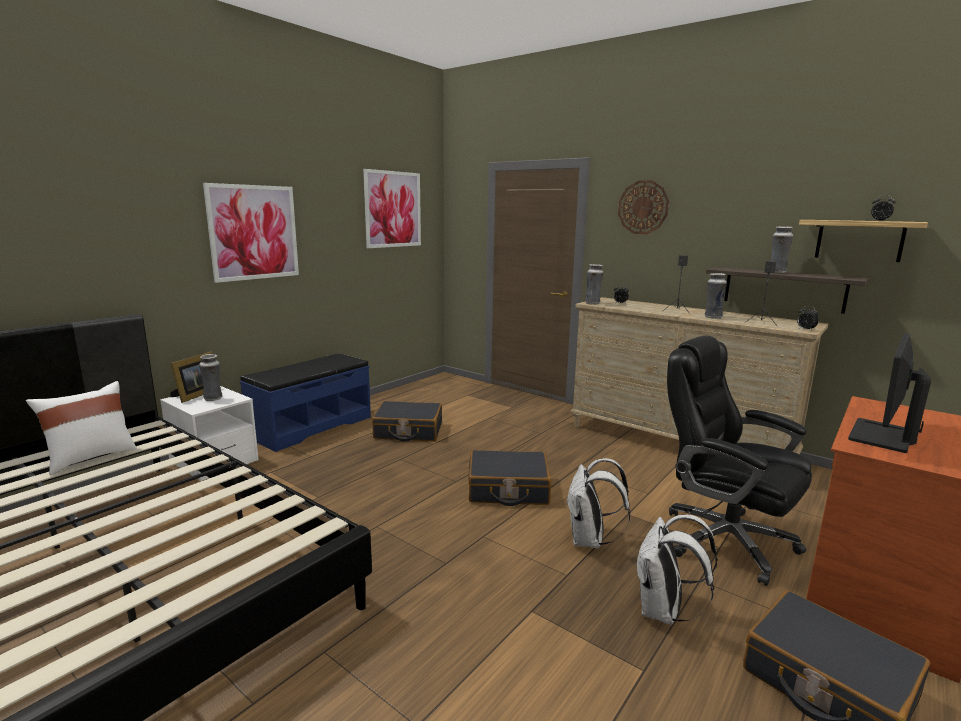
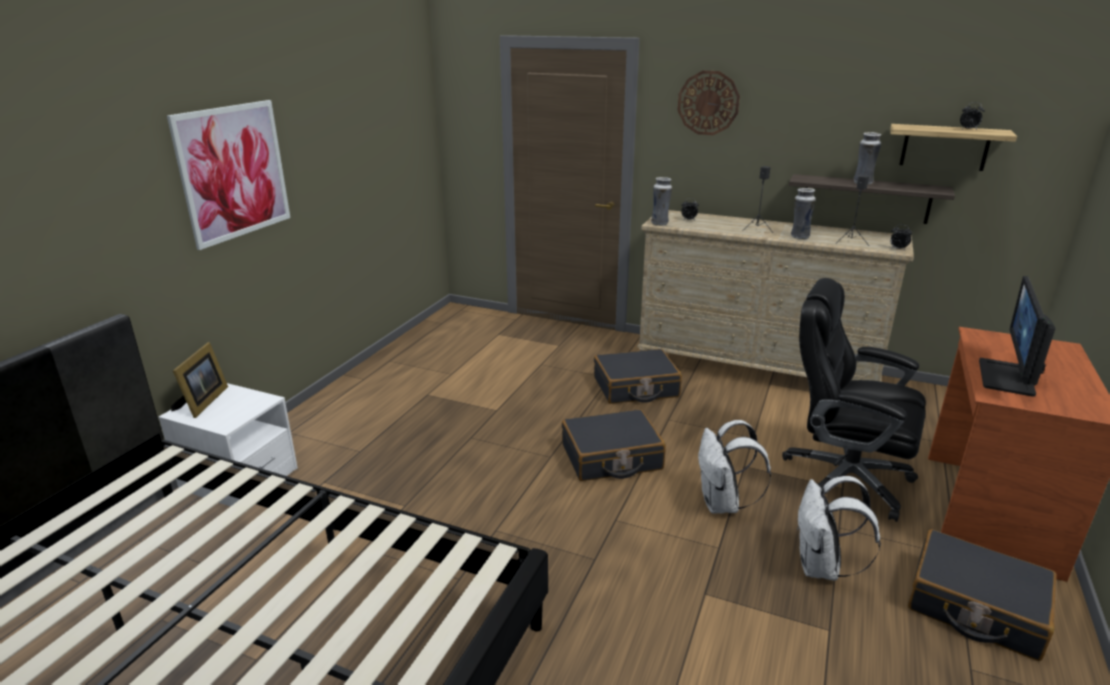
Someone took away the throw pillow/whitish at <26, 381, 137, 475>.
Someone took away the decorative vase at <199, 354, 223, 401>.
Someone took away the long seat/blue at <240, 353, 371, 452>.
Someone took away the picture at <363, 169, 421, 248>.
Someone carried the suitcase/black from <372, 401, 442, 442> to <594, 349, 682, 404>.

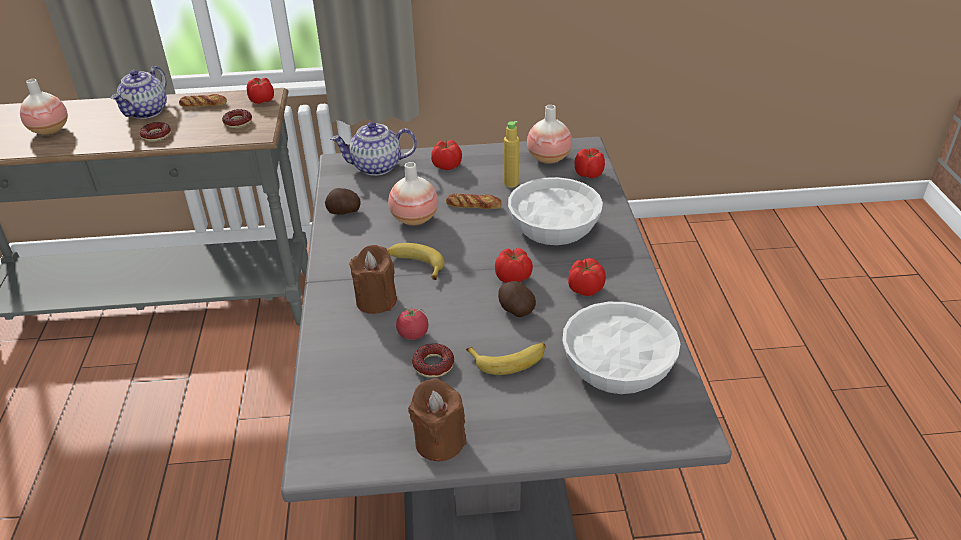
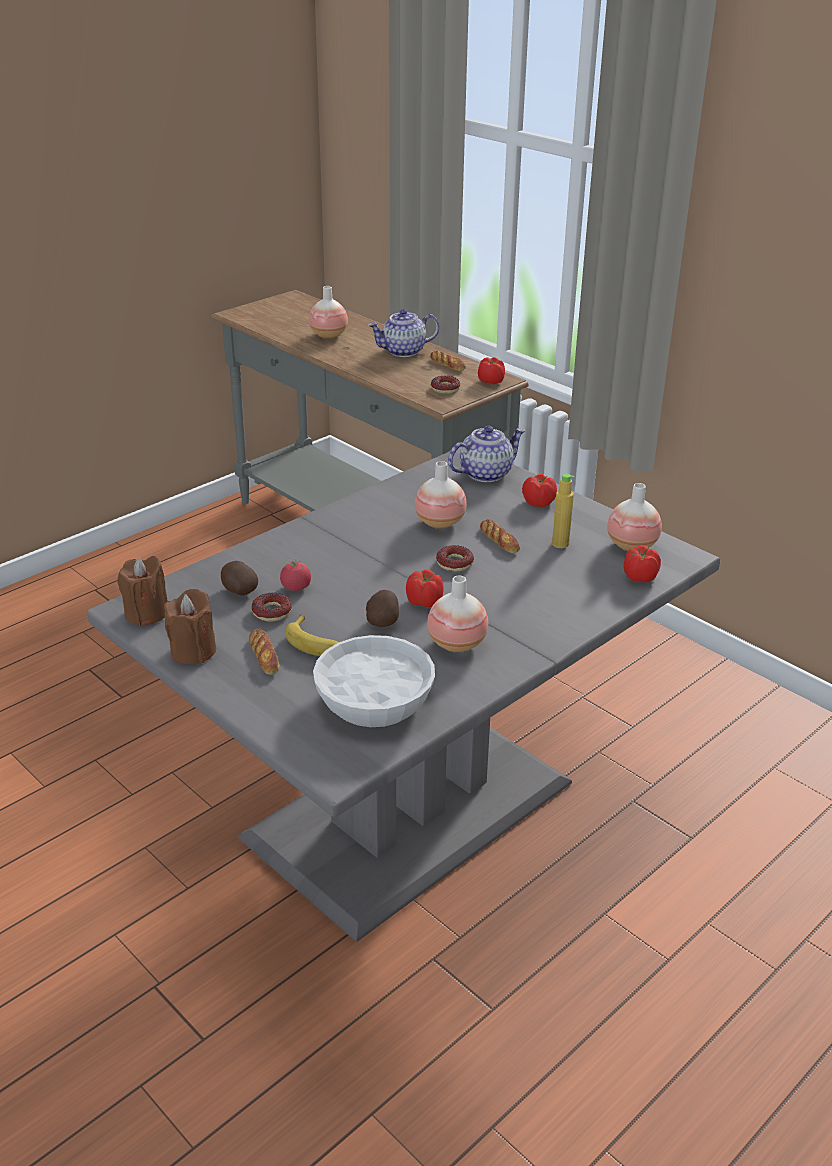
Someone took away the banana at <387, 243, 445, 280>.
Someone took away the deep dish/whitish at <508, 177, 603, 245>.
Someone put down the bread at <249, 629, 280, 675>.
Someone carried the doughnut from <140, 122, 171, 142> to <436, 545, 474, 571>.
Someone carried the whole potato from <325, 188, 361, 215> to <221, 561, 258, 596>.
Someone carried the wax light/brown from <349, 245, 397, 314> to <118, 556, 168, 626>.
Someone swapped the tomato at <568, 258, 606, 296> for the decorative vase at <427, 575, 488, 653>.
Someone rotated the pot for tea at <330, 122, 417, 176> by 105 degrees clockwise.

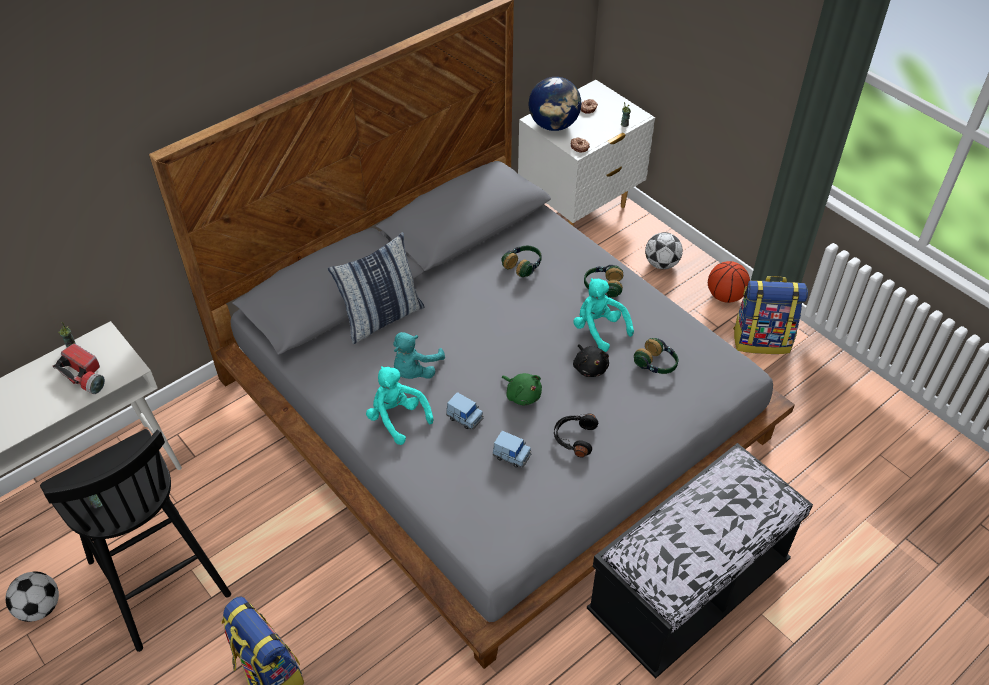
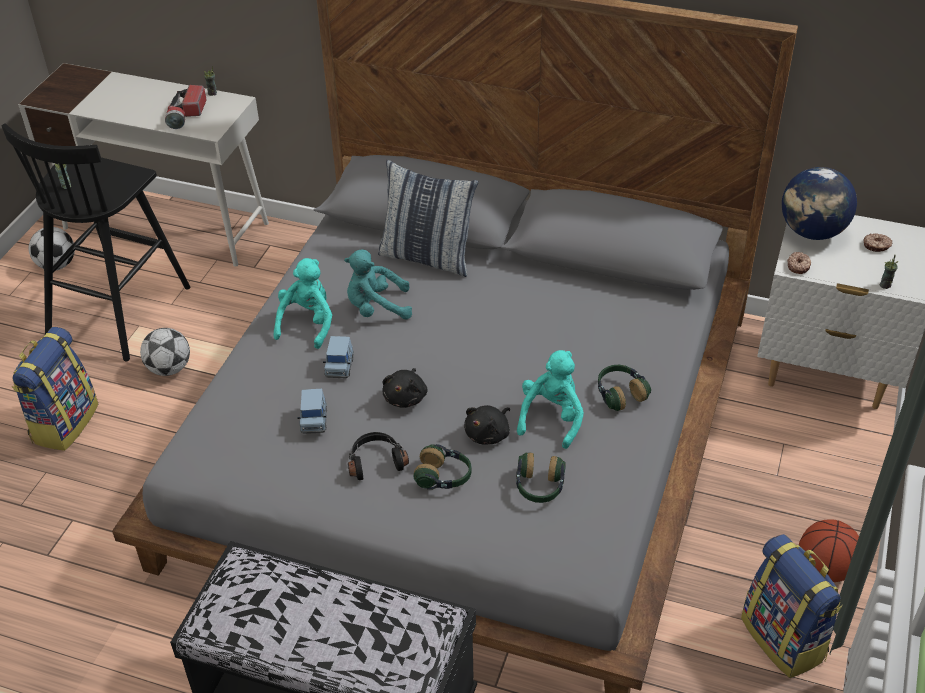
Someone carried the headset from <501, 246, 541, 277> to <413, 444, 472, 490>.
Someone carried the ball for football from <645, 232, 683, 269> to <140, 328, 190, 376>.
Someone repainted the soft toy/green-coloured at <502, 373, 542, 406>, which became the soft toy/black at <382, 368, 428, 408>.

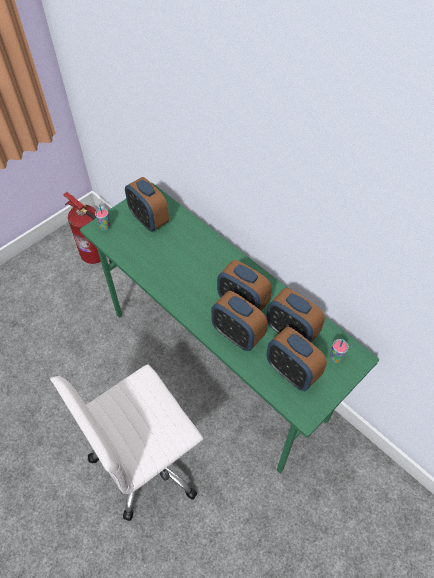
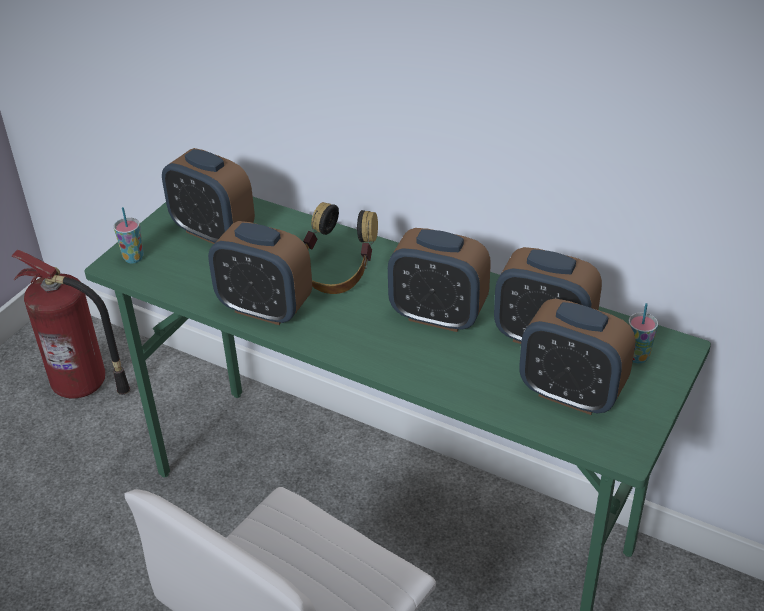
Someone put down the headset at <303, 202, 378, 294>.
Someone carried the alarm clock from <211, 291, 267, 351> to <208, 221, 312, 325>.

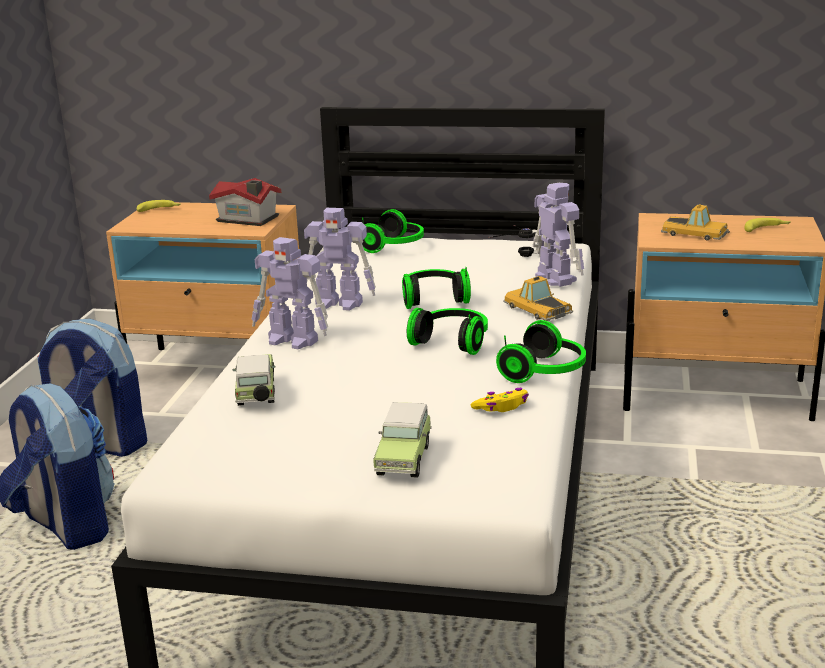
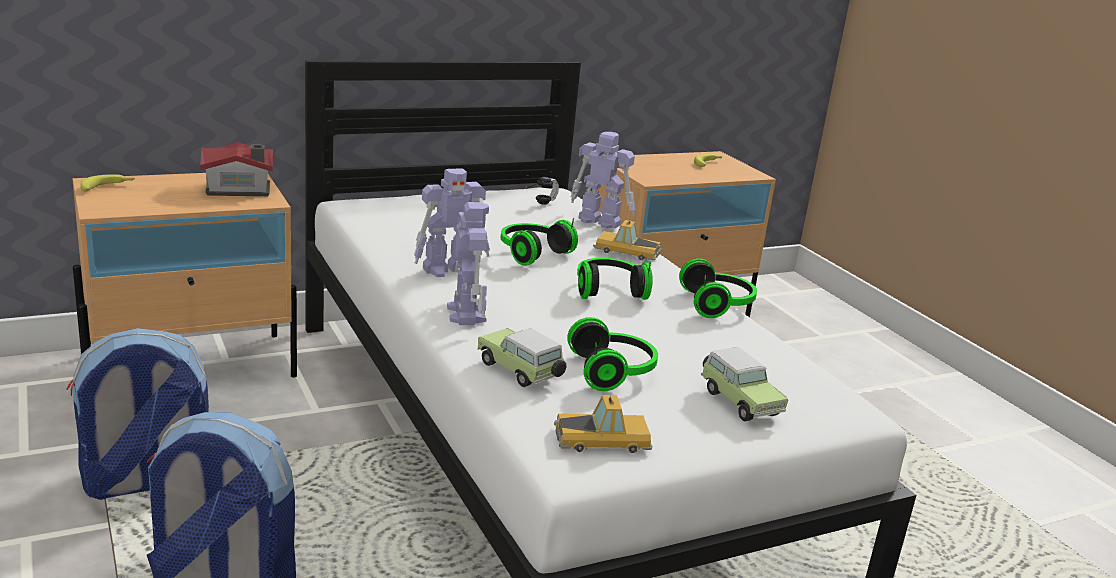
Someone took away the game controller/yellow-coloured at <470, 388, 529, 412>.
Someone carried the headset from <362, 209, 424, 253> to <567, 317, 658, 391>.
Someone carried the model car from <661, 204, 730, 241> to <554, 395, 652, 453>.
Someone rotated the robot figure at <252, 237, 328, 349> by 90 degrees counterclockwise.

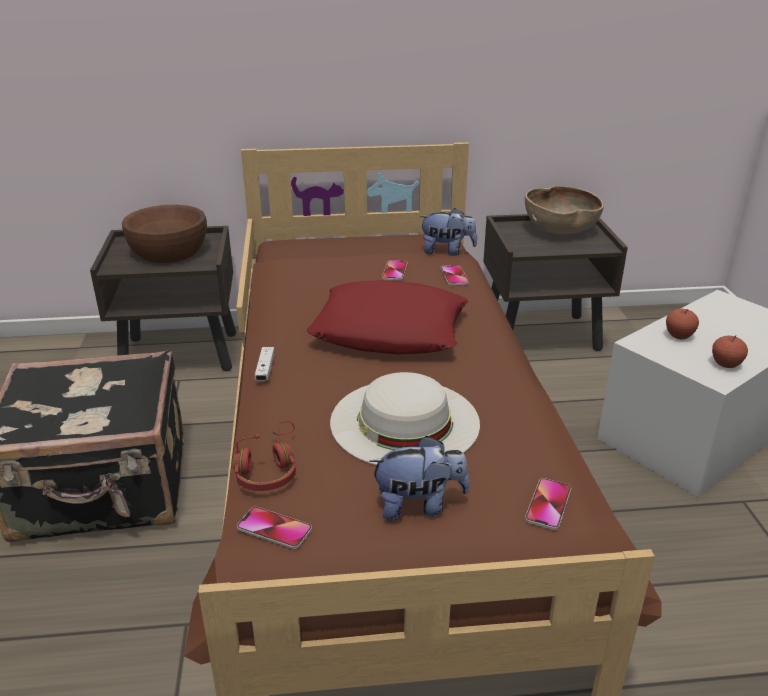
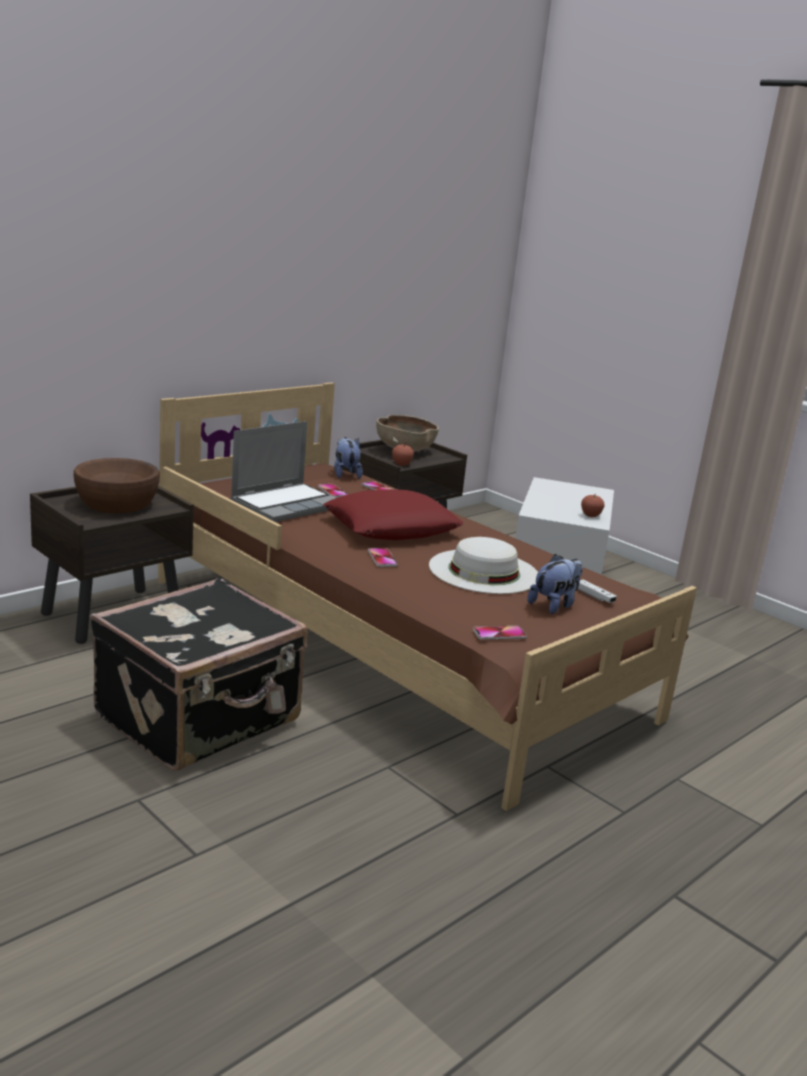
Someone took away the headset/red at <233, 421, 296, 491>.
Someone put down the notebook computer at <231, 421, 336, 522>.
Someone carried the game controller/whitish from <255, 347, 274, 381> to <578, 579, 617, 603>.
Someone carried the handset from <525, 478, 571, 530> to <368, 548, 398, 567>.
Someone carried the apple from <666, 309, 699, 340> to <392, 444, 414, 466>.
Someone rotated the soft toy at <419, 208, 477, 256> by 75 degrees counterclockwise.

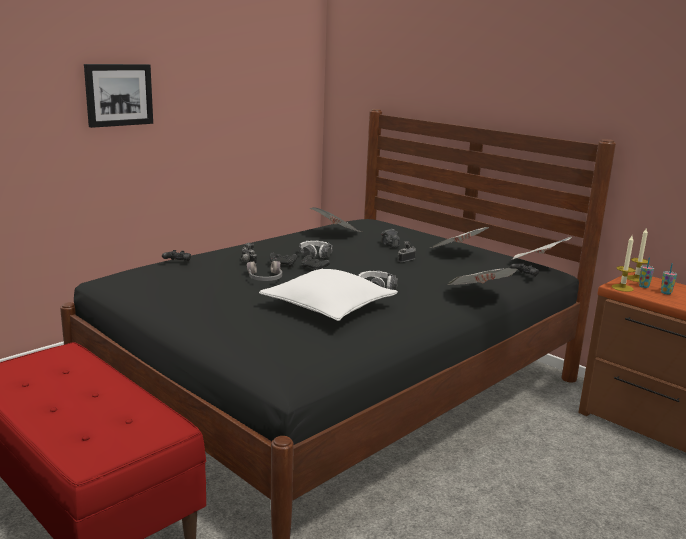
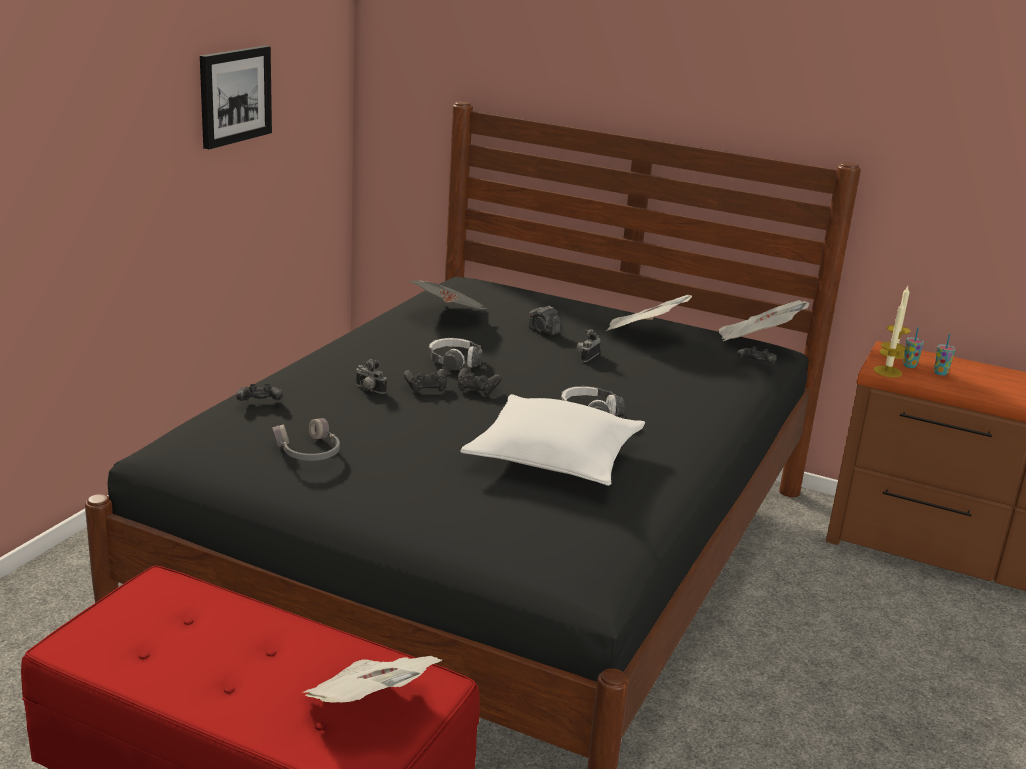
Someone carried the picture from <84, 64, 153, 128> to <200, 45, 272, 149>.
Someone carried the headset/grey from <247, 261, 282, 281> to <272, 418, 340, 461>.
Someone carried the newspaper from <447, 268, 518, 285> to <303, 656, 442, 703>.

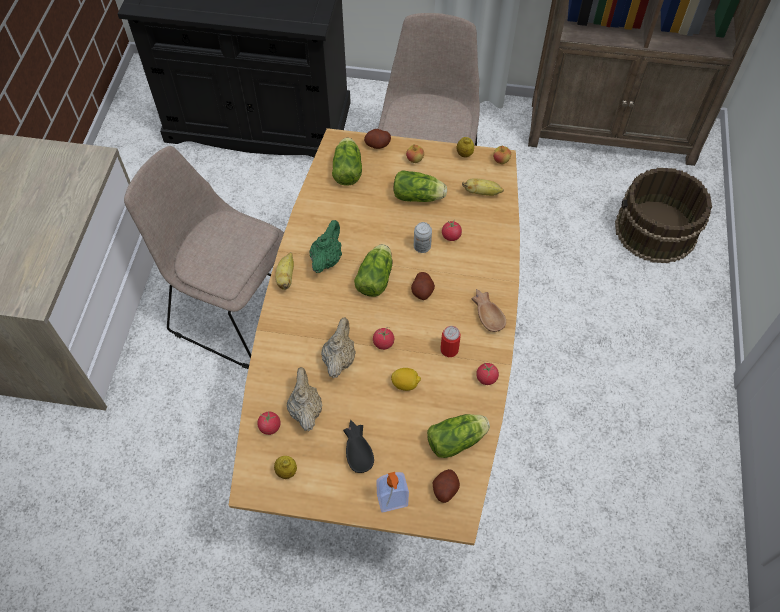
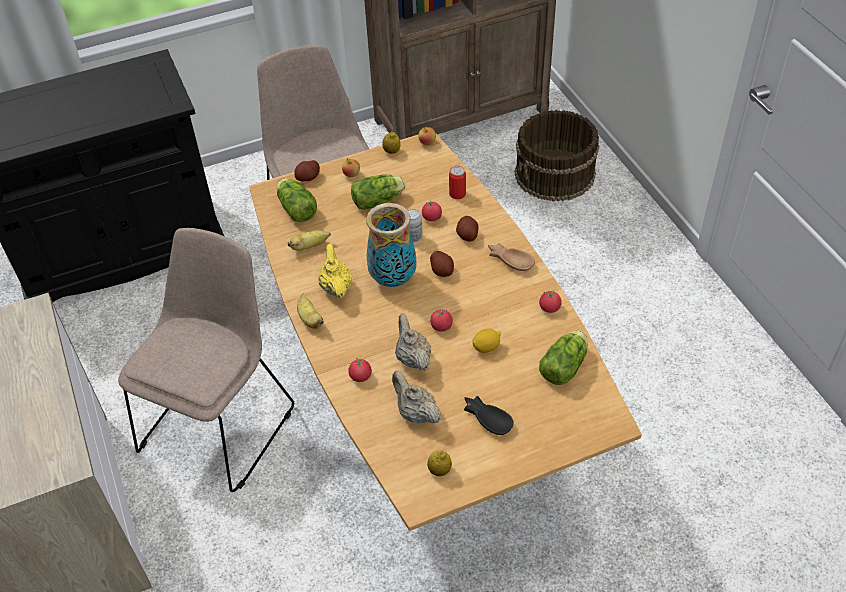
Someone took away the soap bottle at <376, 472, 409, 513>.
Someone carried the tomato from <257, 412, 281, 435> to <348, 358, 372, 382>.
Someone carried the whole potato from <433, 469, 460, 503> to <456, 216, 479, 242>.
Someone carried the can from <441, 326, 461, 357> to <449, 166, 466, 199>.
Someone carried the banana from <462, 178, 504, 196> to <288, 230, 331, 251>.
Someone swapped the lettuce head at <354, 244, 392, 297> for the decorative vase at <366, 203, 416, 287>.
Someone repainted the pot for tea/green-coloured at <310, 220, 342, 273>, which became the pot for tea/yellow-coloured at <318, 244, 352, 298>.
Someone rotated the plain chair/sand-coloured at <124, 146, 284, 369> by 120 degrees clockwise.

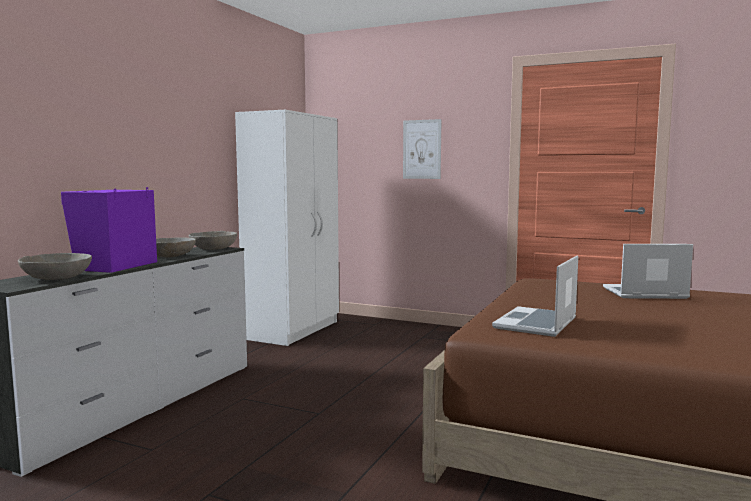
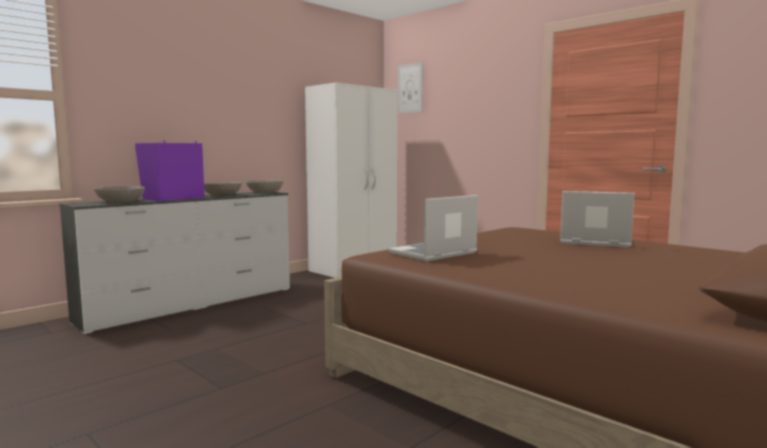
Someone carried the picture from <403, 119, 442, 179> to <398, 62, 423, 114>.

